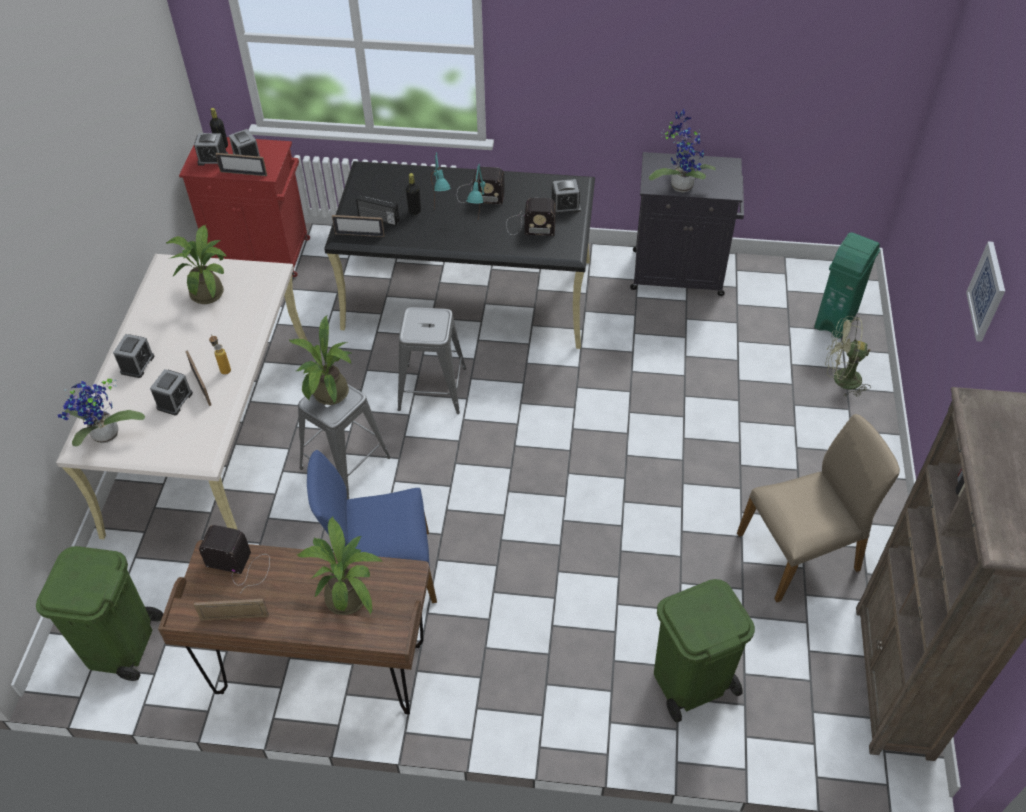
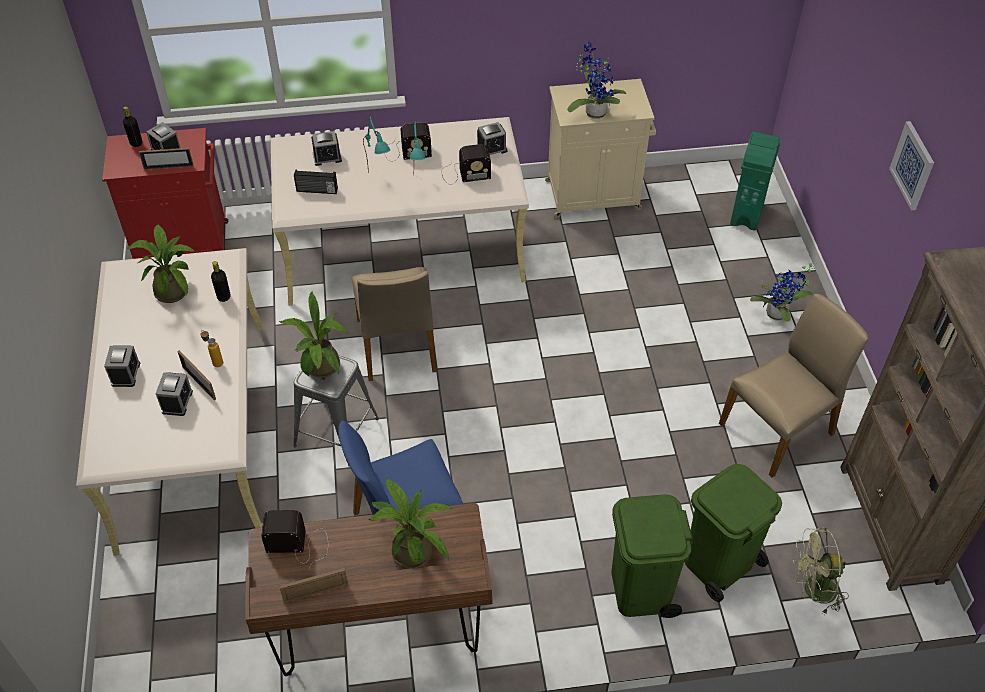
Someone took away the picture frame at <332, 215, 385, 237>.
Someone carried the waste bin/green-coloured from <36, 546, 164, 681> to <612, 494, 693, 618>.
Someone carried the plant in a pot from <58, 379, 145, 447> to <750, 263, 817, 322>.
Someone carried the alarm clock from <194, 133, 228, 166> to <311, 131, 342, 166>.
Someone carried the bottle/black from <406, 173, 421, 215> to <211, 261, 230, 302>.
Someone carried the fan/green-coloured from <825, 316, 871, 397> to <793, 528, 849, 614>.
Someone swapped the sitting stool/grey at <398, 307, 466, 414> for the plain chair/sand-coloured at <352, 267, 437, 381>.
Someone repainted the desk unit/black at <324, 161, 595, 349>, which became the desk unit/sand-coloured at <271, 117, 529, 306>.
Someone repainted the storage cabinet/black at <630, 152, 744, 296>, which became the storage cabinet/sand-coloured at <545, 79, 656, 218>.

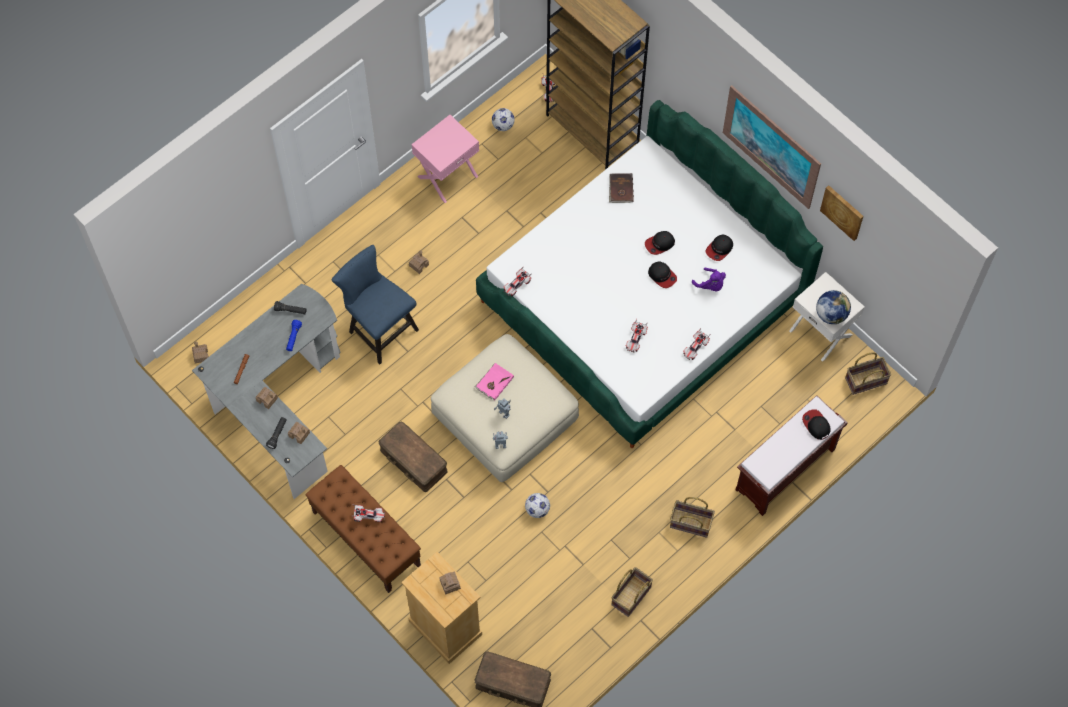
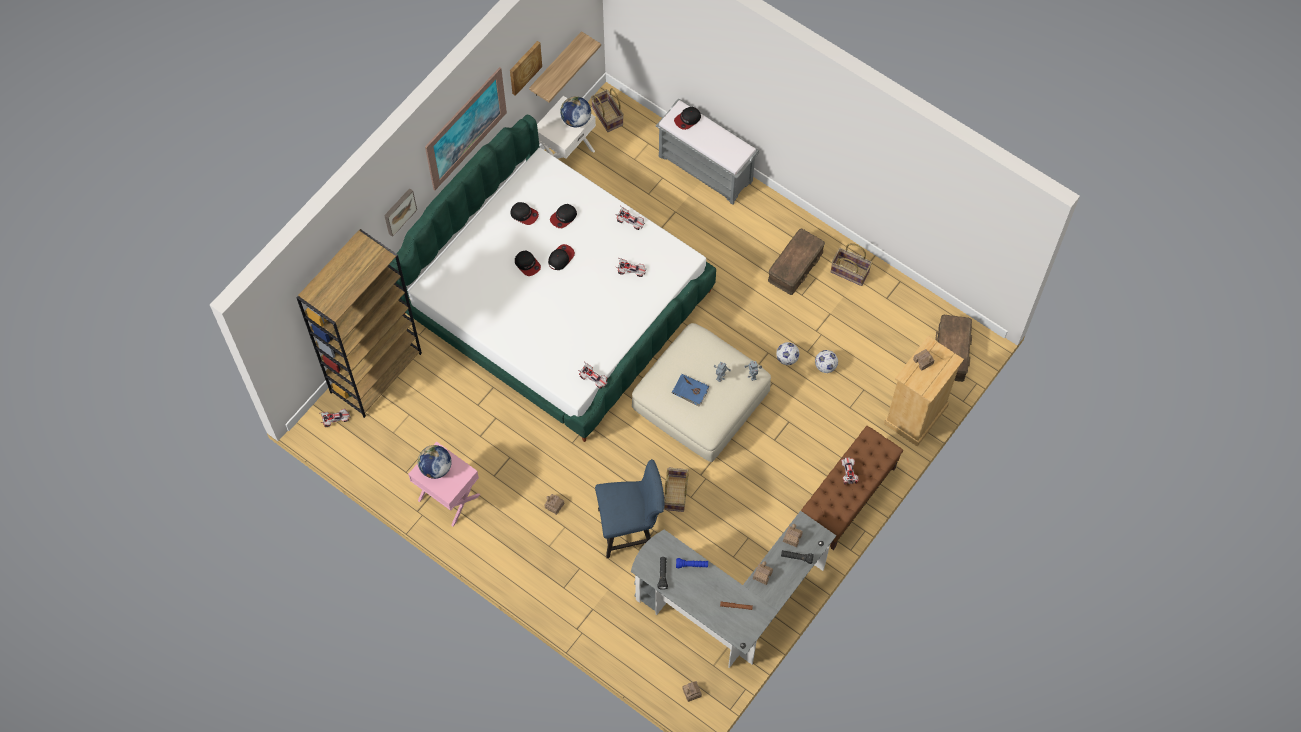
Someone took away the volume/brown at <609, 173, 634, 203>.
Someone put up the picture at <384, 188, 417, 237>.
Someone put down the desk globe at <417, 445, 452, 479>.
Someone put up the wall shelf at <529, 31, 601, 102>.
Someone carried the storage box/brown from <378, 422, 448, 492> to <768, 229, 825, 295>.
Someone carried the ball for football from <492, 108, 515, 131> to <815, 350, 838, 373>.
Someone carried the basket from <670, 497, 715, 538> to <664, 468, 689, 512>.
Someone swapped the soft toy/purple at <692, 268, 726, 291> for the baseball cap at <550, 204, 577, 228>.
Someone repainted the volume/pink at <475, 363, 514, 400>, which became the volume/blue at <672, 374, 709, 407>.
Someone repainted the long seat/brown at <736, 395, 848, 516>, which became the long seat/grey at <656, 98, 759, 205>.
Someone rotated the plain chair/blue at <332, 245, 419, 365> by 135 degrees counterclockwise.

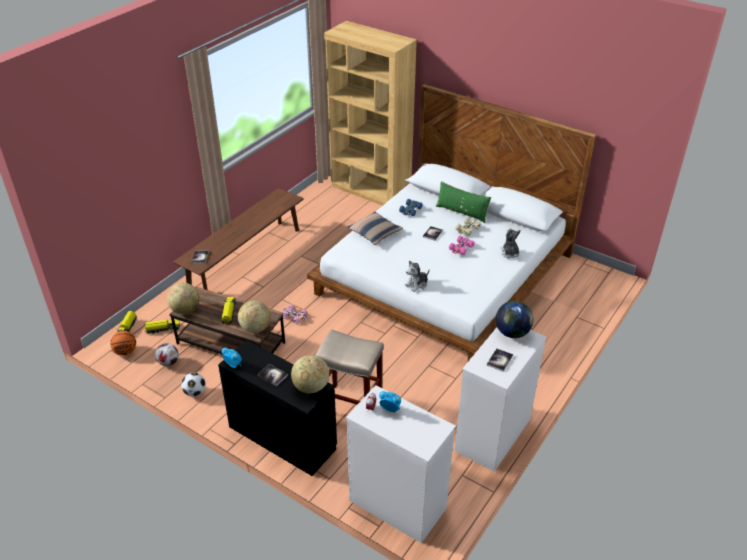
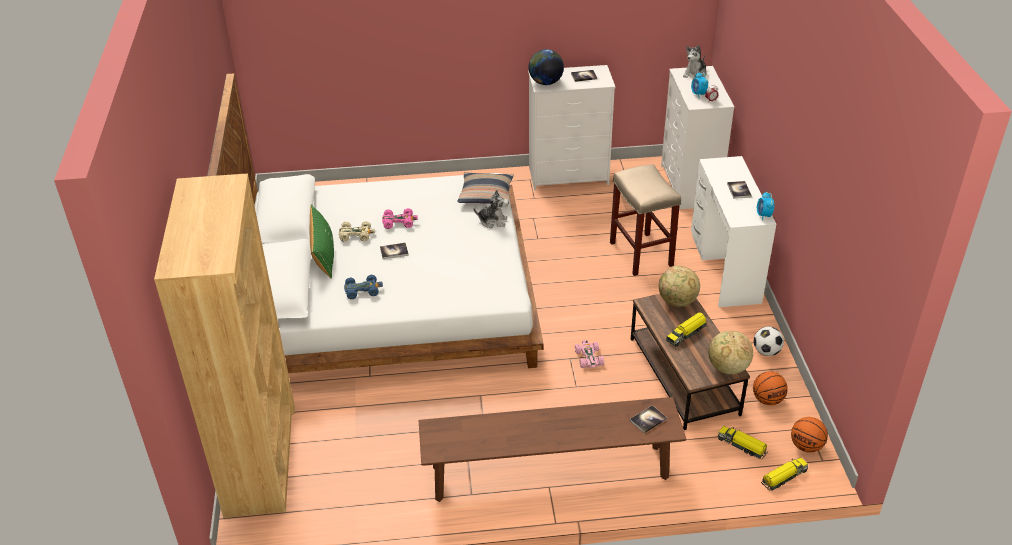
Someone took away the desk globe at <291, 355, 329, 393>.
Someone carried the throw pillow from <347, 212, 403, 245> to <457, 172, 514, 205>.
Someone carried the soft toy from <500, 228, 521, 258> to <683, 45, 706, 79>.
Someone swapped the ball for football at <155, 343, 179, 366> for the ball for basketball at <753, 371, 788, 405>.
Someone repainted the desk unit/black at <218, 340, 337, 476>, which became the desk unit/whitish at <691, 156, 776, 307>.

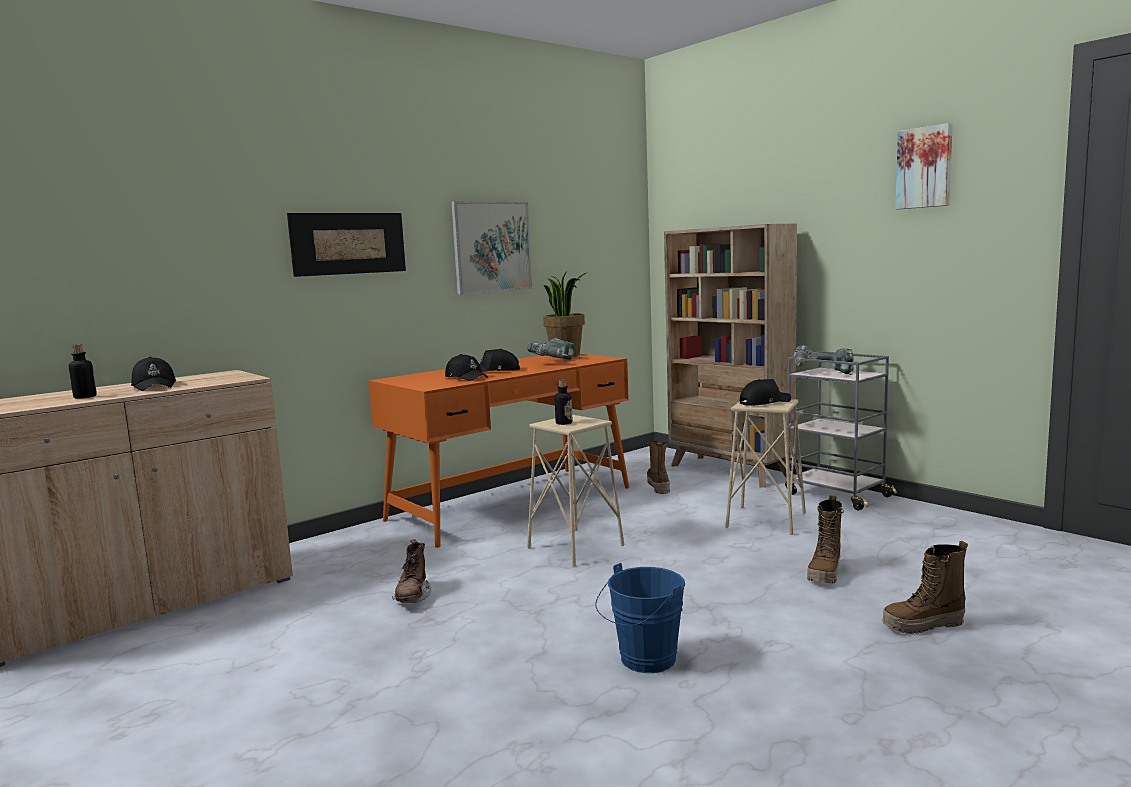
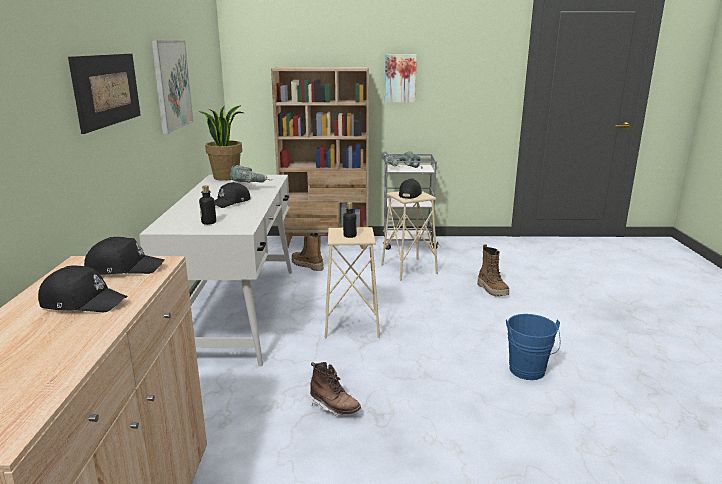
Someone took away the boot at <883, 541, 968, 634>.
Someone carried the bottle from <69, 344, 97, 399> to <199, 185, 216, 225>.
Someone carried the baseball cap/black from <445, 354, 488, 381> to <84, 237, 165, 275>.
Someone carried the picture from <896, 123, 953, 209> to <385, 54, 417, 102>.
Someone repainted the desk unit/orange at <368, 354, 629, 548>, which became the desk unit/whitish at <139, 175, 292, 366>.

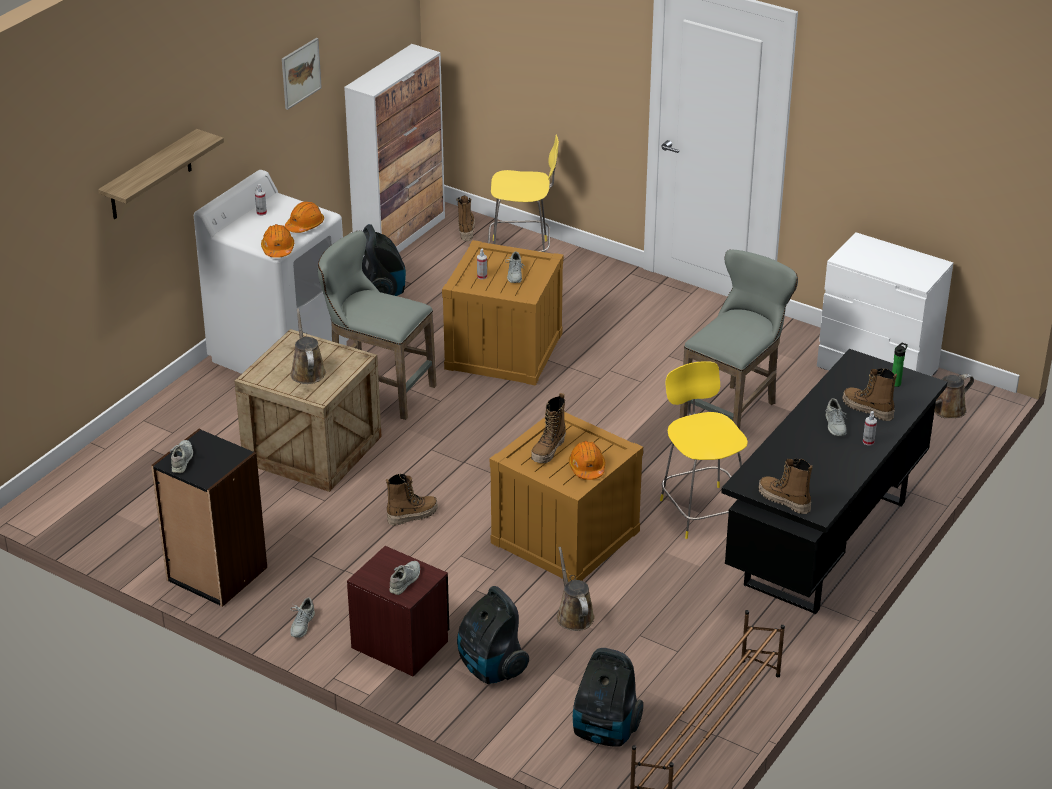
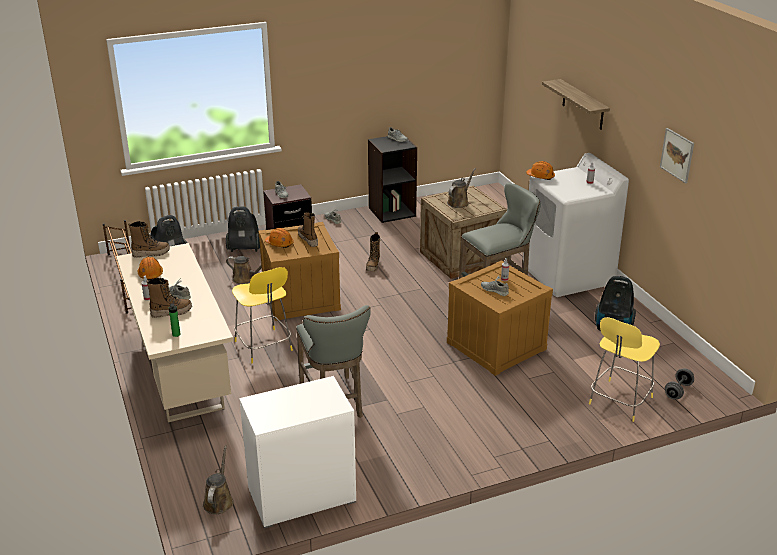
Someone took away the storage cabinet at <344, 44, 445, 258>.
Someone carried the hard hat/orange from <285, 201, 324, 233> to <137, 257, 163, 280>.
Someone swapped the boot at <456, 196, 475, 241> for the free weight/grey at <665, 369, 694, 399>.
Someone repainted the desk unit/black at <721, 349, 947, 615>, which became the desk unit/sand-coloured at <116, 243, 233, 423>.
Someone rotated the sprinkling can/brown at <290, 309, 326, 384> by 75 degrees counterclockwise.
Someone rotated the plain chair/yellow-coloured at <660, 361, 748, 539> by 45 degrees clockwise.

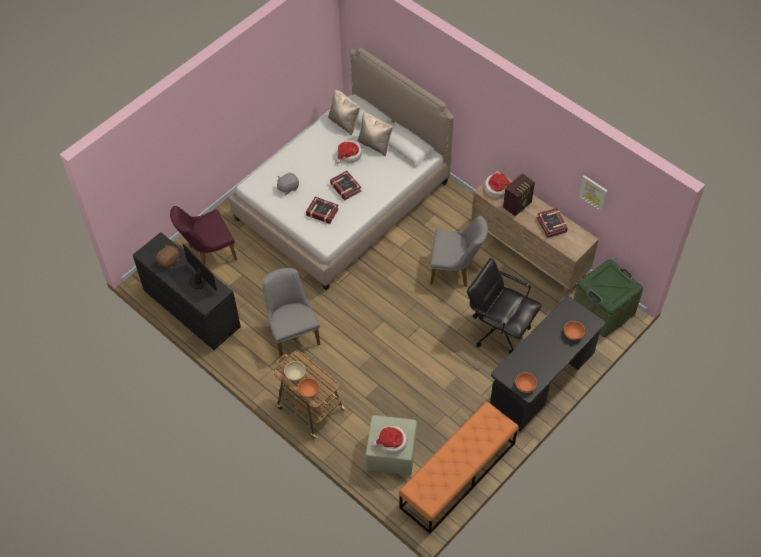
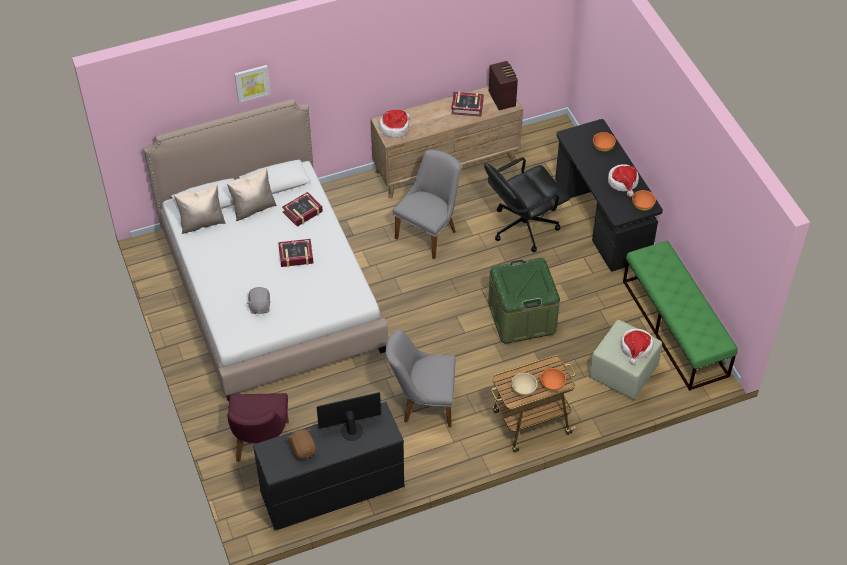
Someone carried the volume from <306, 197, 339, 224> to <282, 192, 323, 227>.
Someone carried the wearable hat from <335, 140, 362, 164> to <608, 164, 639, 197>.
Someone carried the radio from <503, 173, 535, 216> to <489, 61, 518, 110>.
Someone carried the storage box/green-coloured from <574, 259, 643, 337> to <488, 258, 560, 344>.
Someone carried the picture from <579, 175, 608, 212> to <234, 65, 271, 103>.
Someone repainted the long seat/orange at <399, 402, 519, 534>, which became the long seat/green-coloured at <623, 241, 738, 391>.

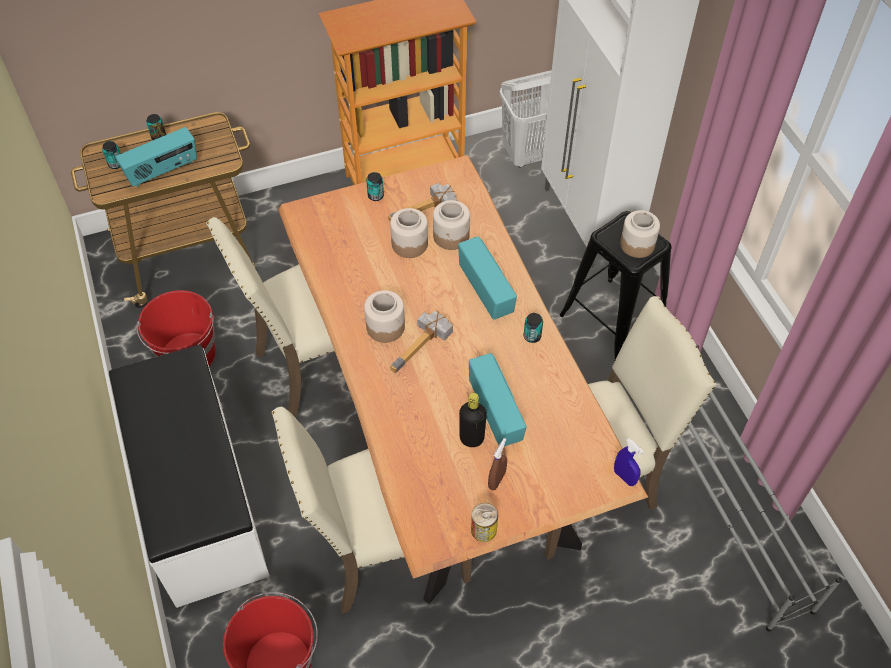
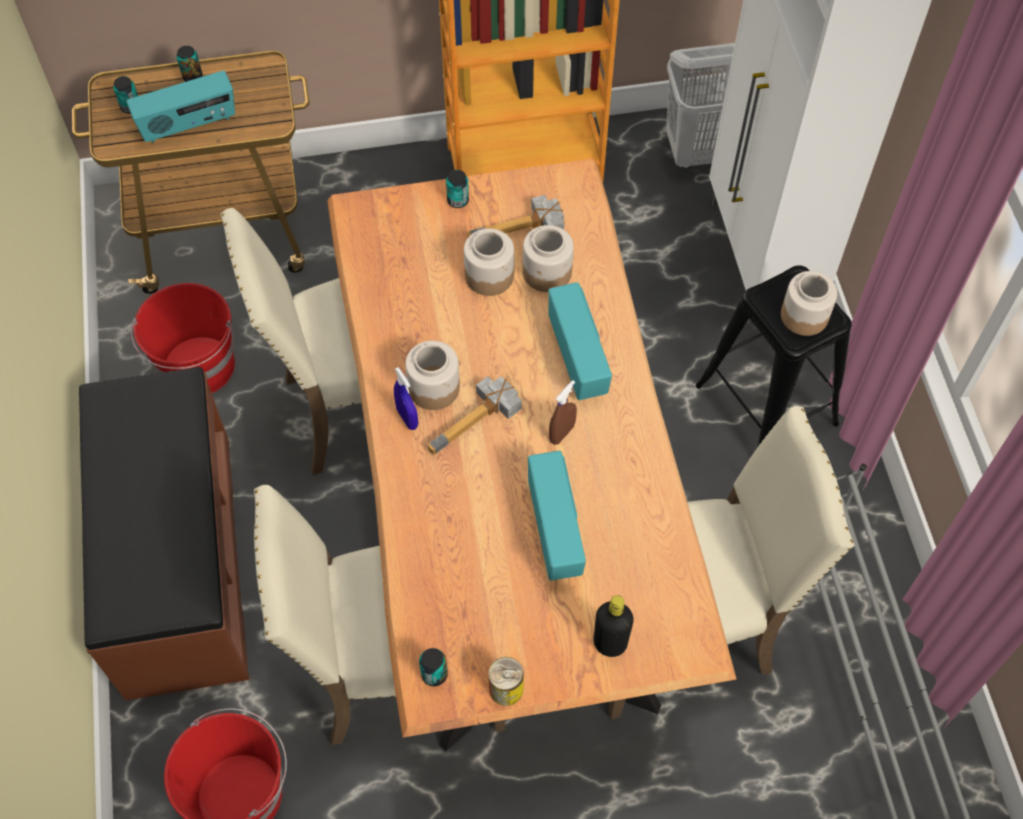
Someone carried the bottle/black from <459, 393, 487, 447> to <594, 595, 634, 657>.
Someone carried the spray bottle/brown from <488, 438, 507, 490> to <549, 380, 577, 444>.
Someone carried the can from <524, 313, 543, 343> to <419, 648, 448, 686>.
Someone carried the spray bottle/blue from <614, 438, 644, 486> to <394, 367, 418, 430>.
Someone repainted the long seat/whitish at <109, 345, 270, 608>, which became the long seat/brown at <79, 367, 249, 701>.

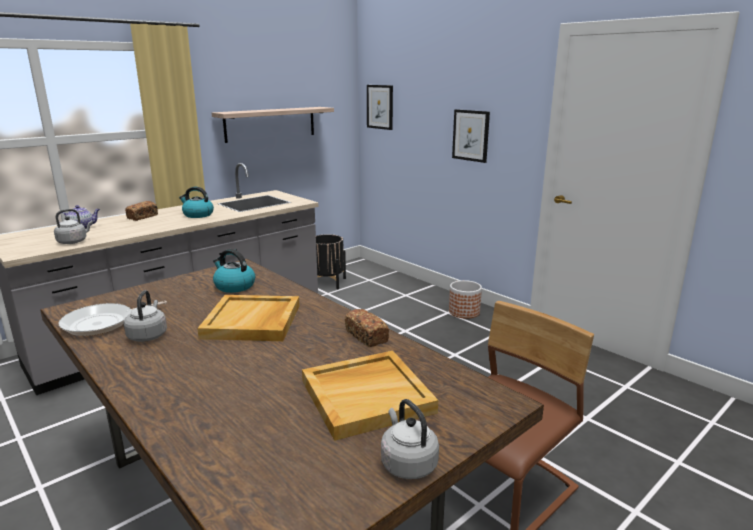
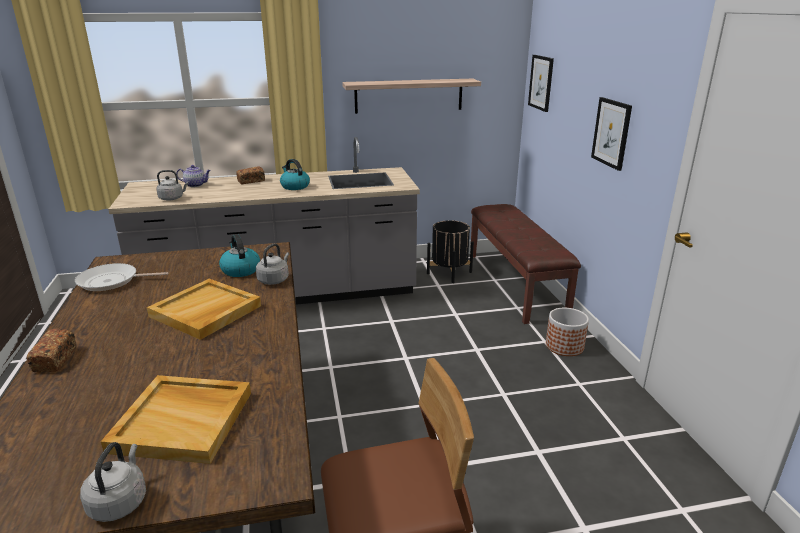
Someone put down the long seat/brown at <471, 204, 581, 324>.
Someone carried the water kettle/grey from <124, 290, 167, 342> to <256, 243, 289, 285>.
Someone carried the bread from <345, 309, 389, 347> to <27, 328, 76, 373>.

